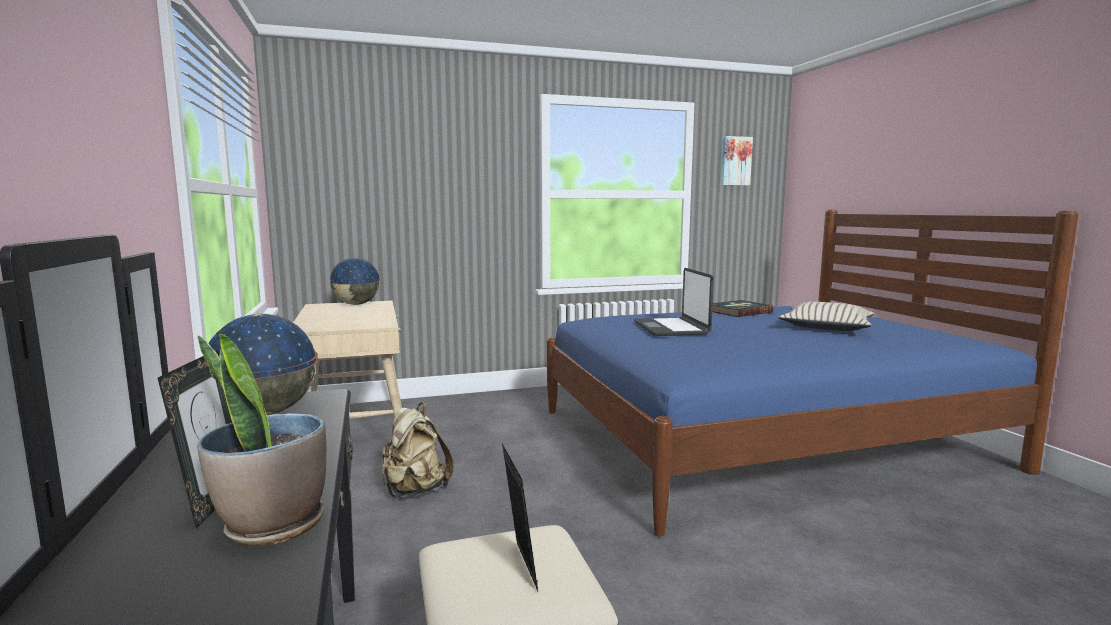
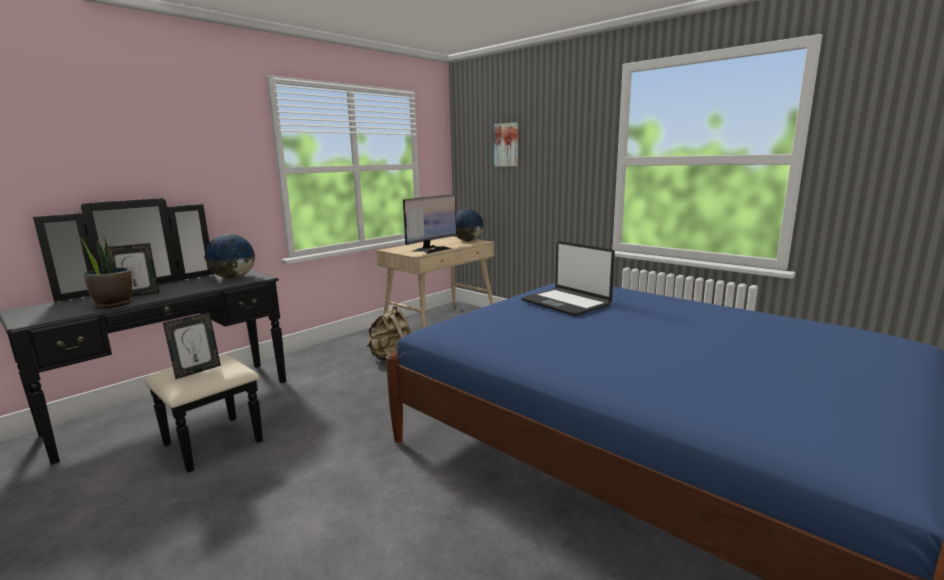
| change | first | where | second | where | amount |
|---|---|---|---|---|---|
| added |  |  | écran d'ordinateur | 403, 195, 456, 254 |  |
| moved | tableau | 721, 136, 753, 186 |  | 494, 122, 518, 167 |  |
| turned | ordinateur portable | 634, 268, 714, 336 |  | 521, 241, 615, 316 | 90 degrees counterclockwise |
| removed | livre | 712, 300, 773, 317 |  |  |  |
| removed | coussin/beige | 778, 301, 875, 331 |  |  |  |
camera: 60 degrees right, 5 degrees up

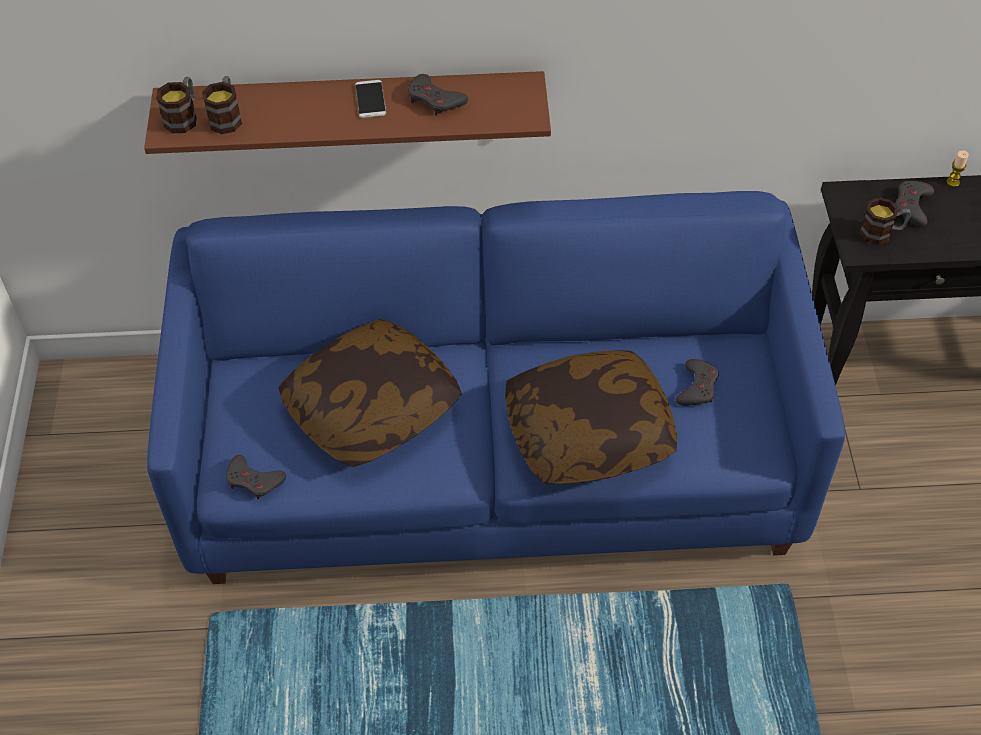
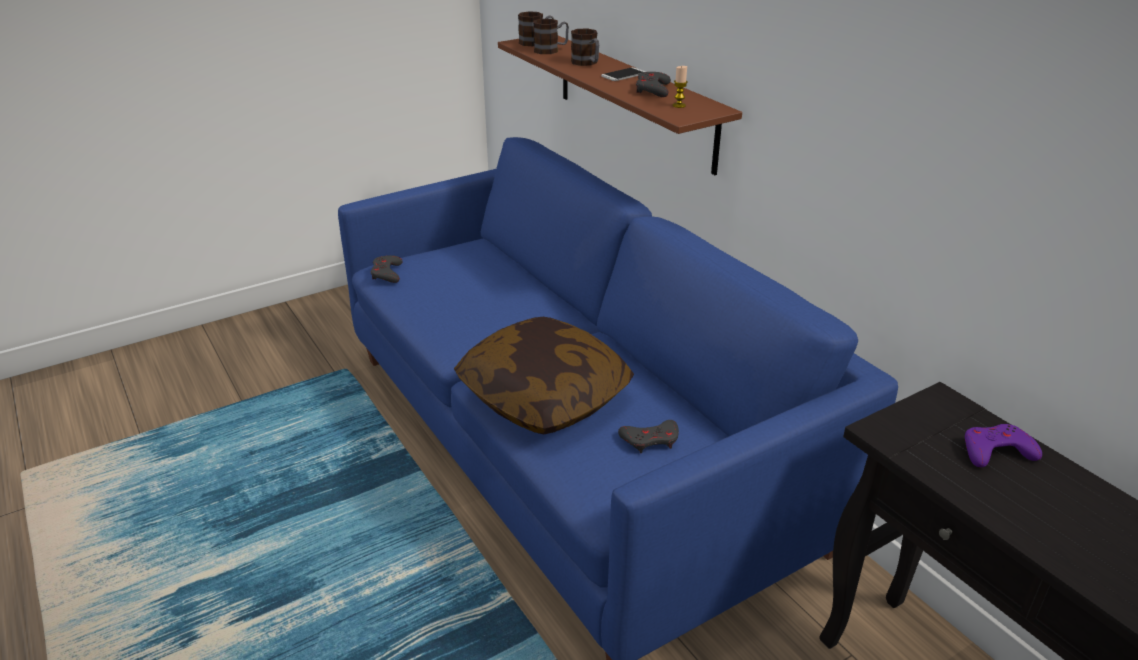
| change | first | where | second | where | amount |
|---|---|---|---|---|---|
| moved | mug | 859, 197, 911, 245 |  | 571, 28, 599, 66 |  |
| moved | bougie | 946, 150, 969, 187 |  | 673, 66, 688, 108 |  |
| recoloured | manette/gris | 895, 181, 934, 226 | manette/violet | 965, 424, 1042, 467 |  |
| removed | coussin | 278, 319, 462, 467 |  |  |  |
camera: 60 degrees right, 20 degrees down

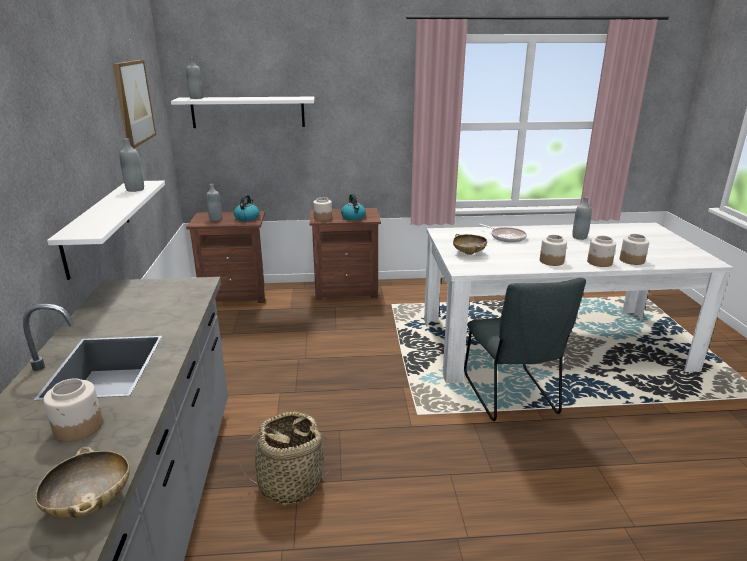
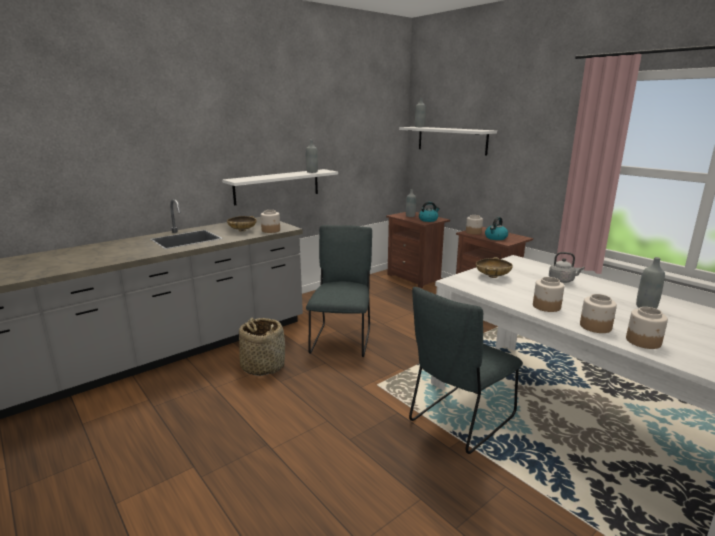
| change | first | where | second | where | amount |
|---|---|---|---|---|---|
| moved | bol/beige | 35, 447, 130, 518 |  | 227, 216, 256, 231 |  |
| moved | bocal | 43, 378, 103, 442 |  | 261, 210, 280, 233 |  |
| added |  |  | chaise/gris | 306, 225, 372, 357 |  |
| replaced | poêle | 479, 224, 527, 243 | bouilloire/gris | 549, 252, 585, 283 |  |
| removed | tableau | 113, 60, 156, 148 |  |  |  |
camera: 55 degrees right, 5 degrees down

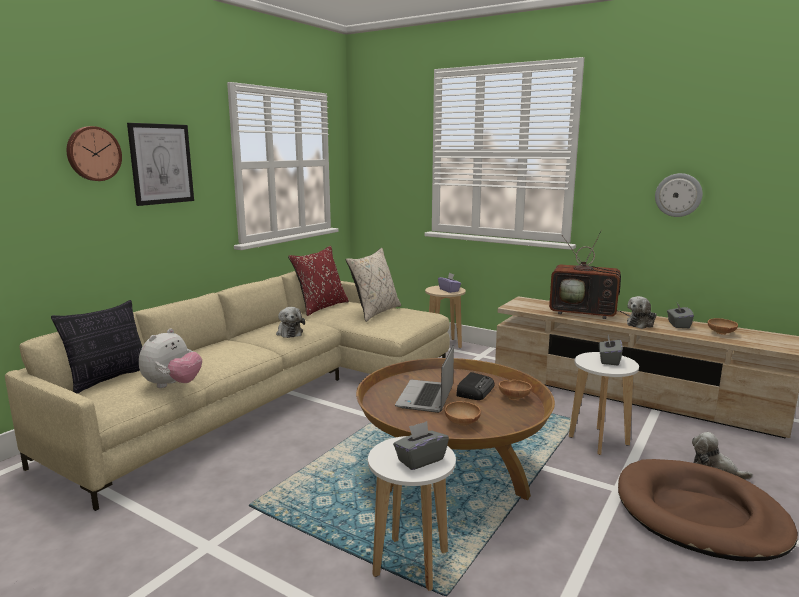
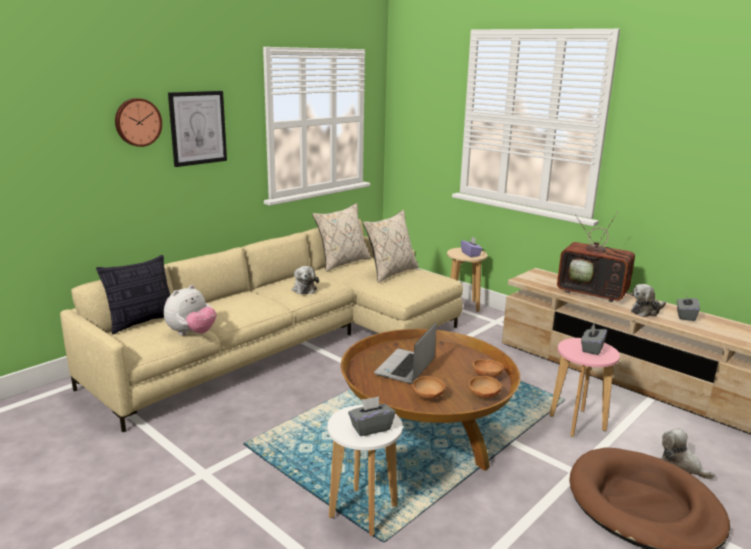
| change | first | where | second | where | amount |
|---|---|---|---|---|---|
| recoloured | coussin/rouge | 288, 246, 349, 316 | coussin/beige | 312, 203, 371, 272 |  |
| moved | bol/marron | 708, 318, 738, 335 |  | 469, 376, 501, 399 |  |
| recoloured | tabouret/blanc | 569, 352, 639, 455 | tabouret/rose | 549, 338, 620, 437 |  |
| removed | radio | 456, 372, 495, 400 |  |  |  |
| removed | horloge murale | 655, 173, 703, 217 |  |  |  |
camera: 10 degrees right, 5 degrees up

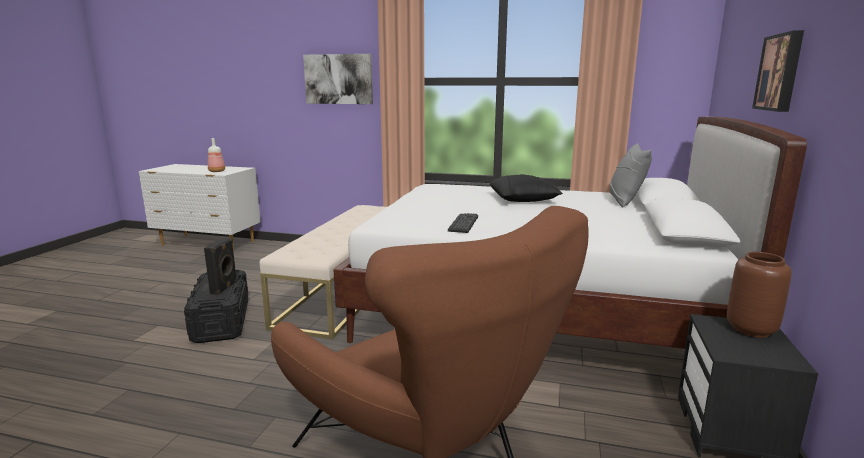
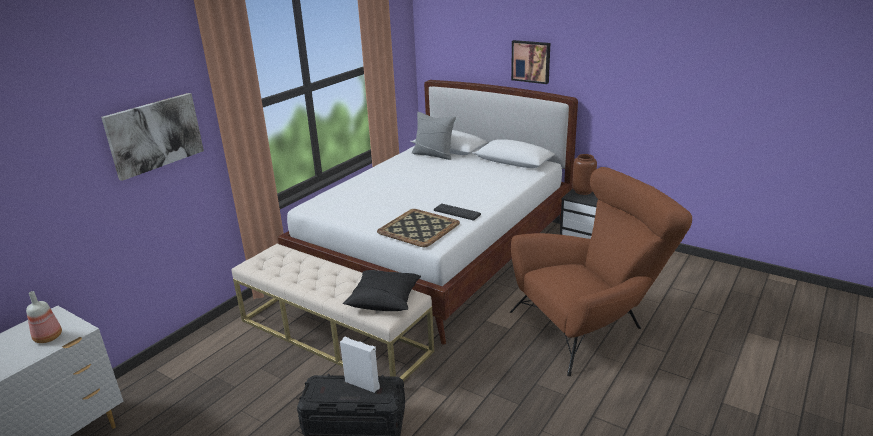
| change | first | where | second | where | amount |
|---|---|---|---|---|---|
| recoloured | enceinte/noir | 204, 237, 237, 295 | enceinte/blanc | 340, 337, 380, 393 |  |
| moved | coussin/noir | 489, 174, 563, 202 |  | 343, 270, 421, 311 |  |
| added |  |  | plateau | 377, 209, 460, 247 |  |
camera: 70 degrees left, 10 degrees up

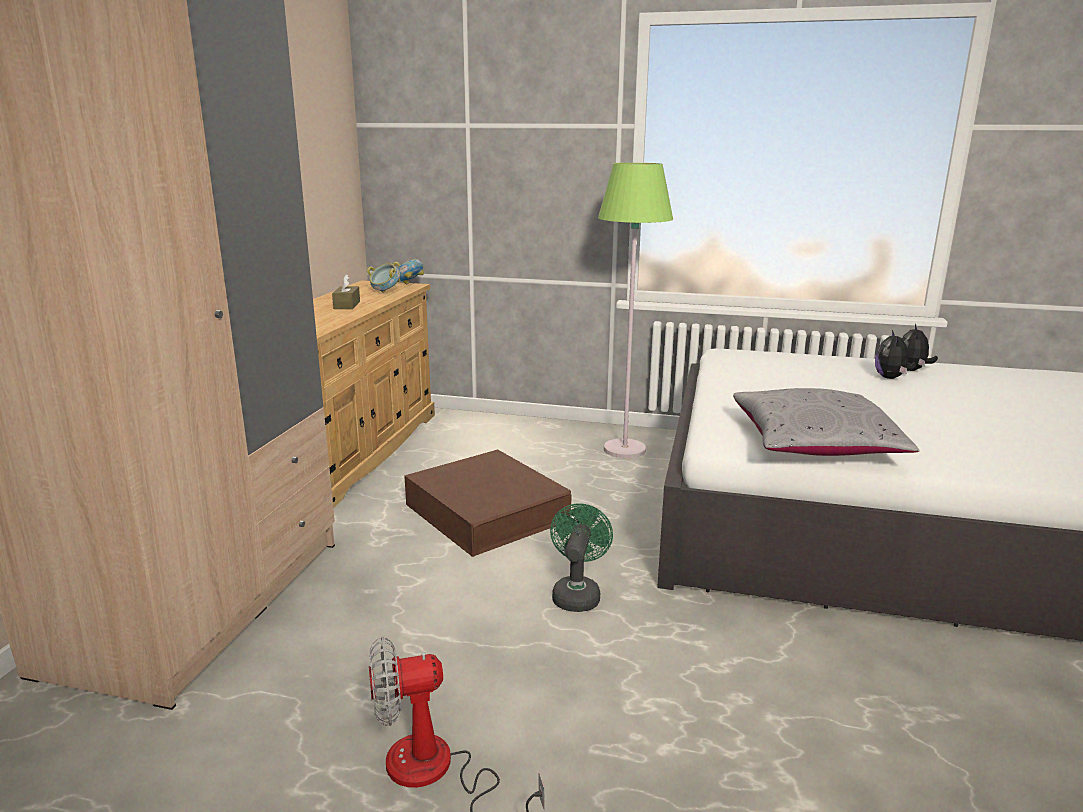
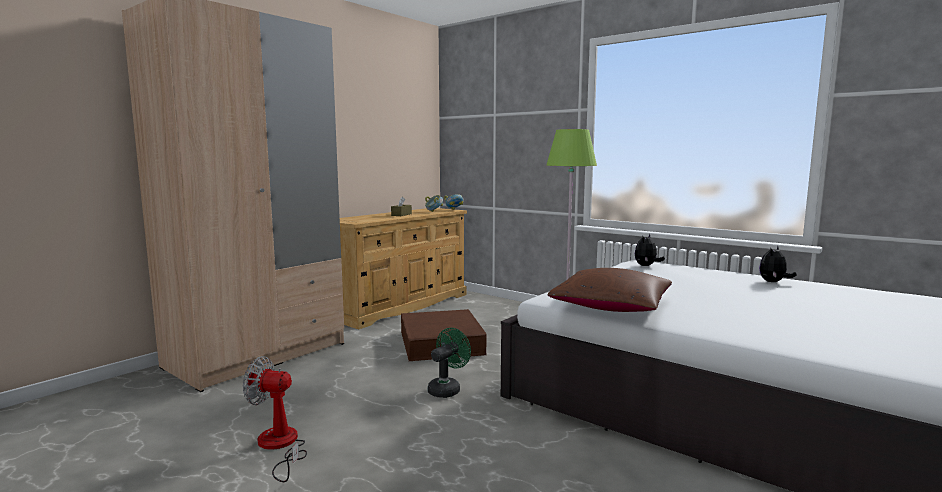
| change | first | where | second | where | amount |
|---|---|---|---|---|---|
| recoloured | coussin/gris | 733, 388, 920, 456 | coussin/marron | 547, 268, 672, 312 |  |
| moved | peluche | 875, 330, 916, 379 |  | 635, 234, 665, 266 |  |
camera: 25 degrees right, 10 degrees down

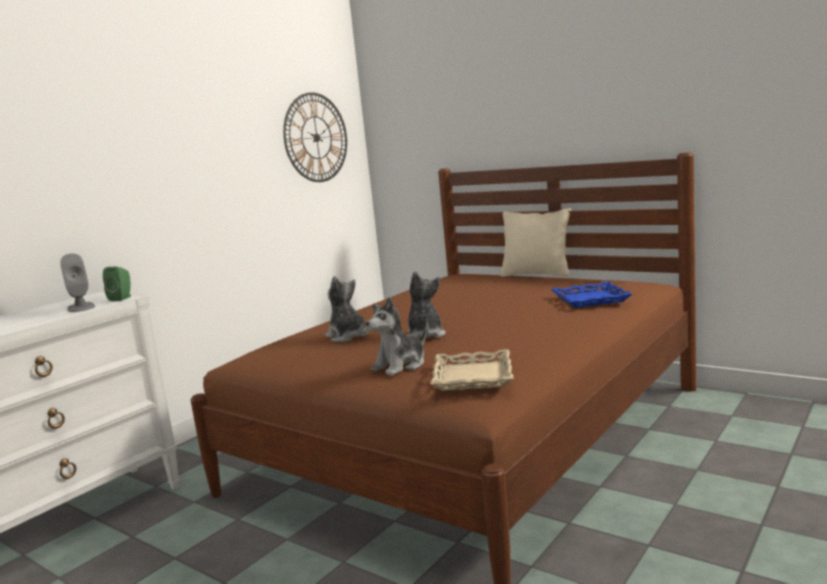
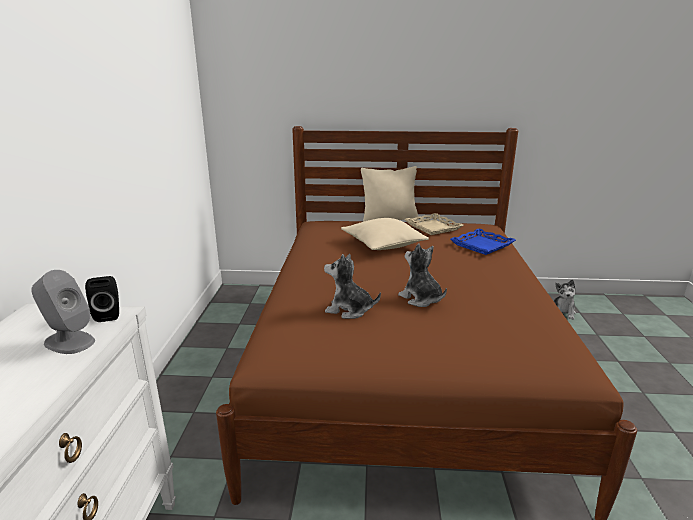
| change | first | where | second | where | amount |
|---|---|---|---|---|---|
| recoloured | enceinte/vert | 103, 267, 131, 301 | enceinte/noir | 85, 276, 119, 322 |  |
| added |  |  | coussin/beige | 341, 218, 429, 250 |  |
| moved | plateau/beige | 430, 349, 514, 391 |  | 404, 213, 464, 235 |  |
| moved | peluche | 366, 297, 426, 376 |  | 554, 279, 576, 320 |  |
| removed | horloge murale | 283, 92, 347, 182 |  |  |  |
camera: 35 degrees left, 10 degrees up

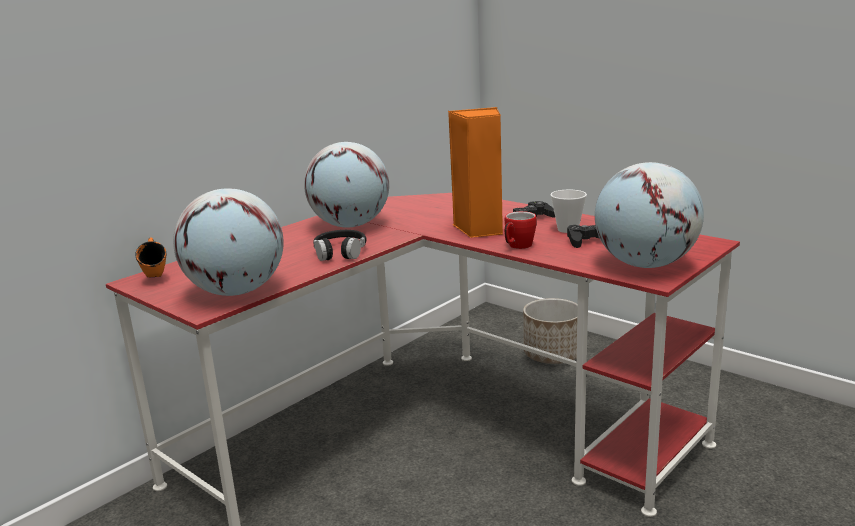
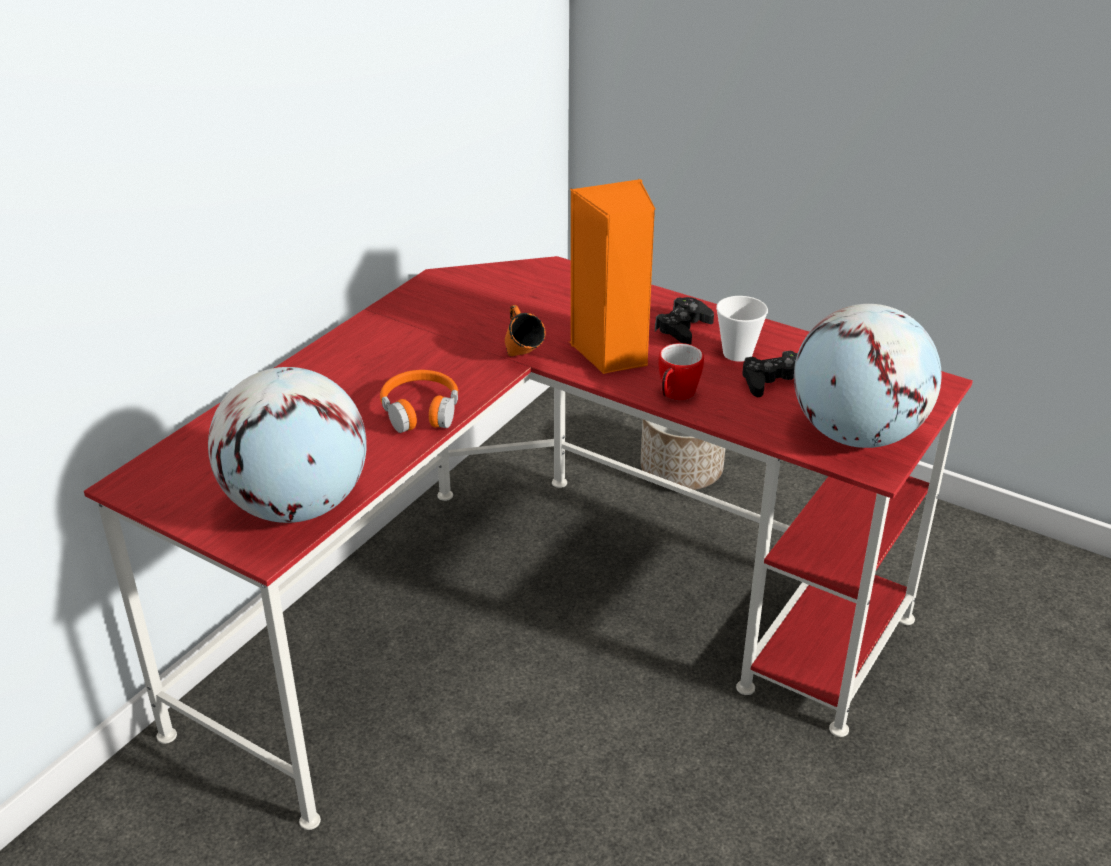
| change | first | where | second | where | amount |
|---|---|---|---|---|---|
| recoloured | casque audio/noir | 313, 230, 367, 261 | casque audio/orange | 380, 370, 458, 433 |  |
| moved | mug/orange | 135, 238, 166, 277 |  | 505, 305, 546, 356 |  |
| removed | globe | 304, 142, 389, 227 |  |  |  |
camera: 10 degrees left, 15 degrees up

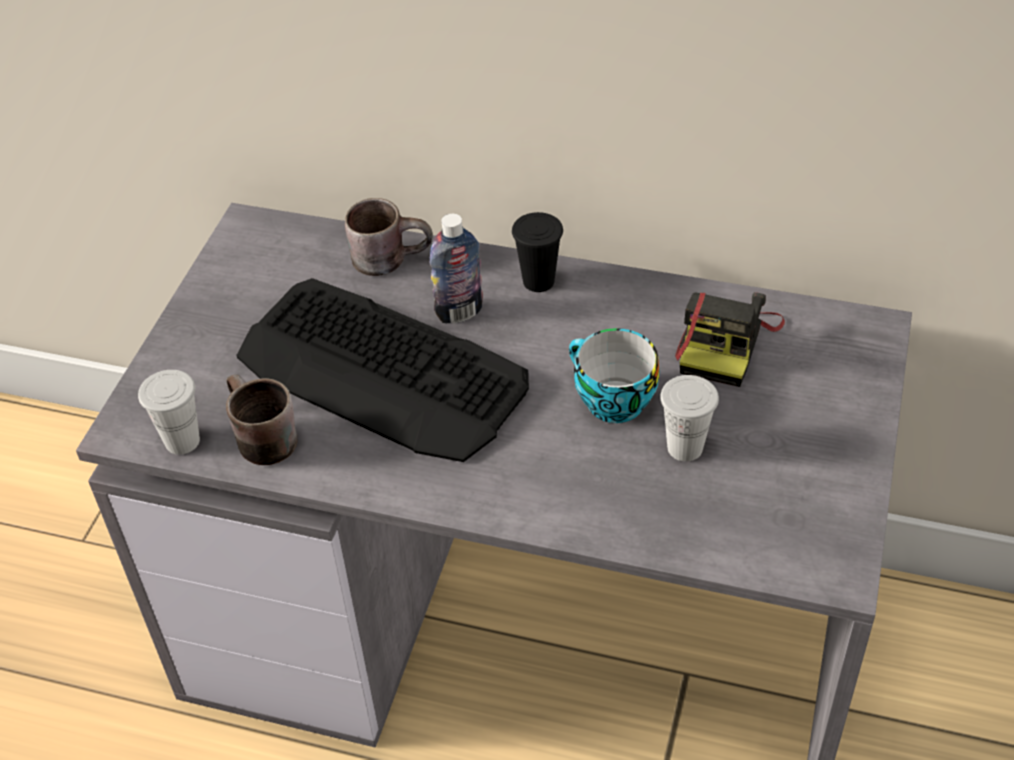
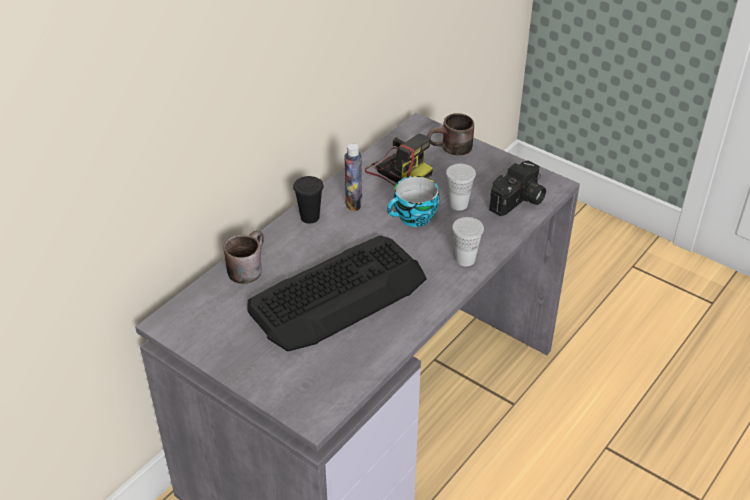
| change | first | where | second | where | amount |
|---|---|---|---|---|---|
| moved | bouteille | 430, 214, 483, 323 |  | 345, 143, 362, 211 |  |
| moved | mug/marron | 226, 374, 298, 465 |  | 427, 113, 474, 155 |  |
| moved | tasse/blanc | 138, 370, 200, 455 |  | 452, 217, 484, 266 |  |
| added |  |  | appareil photo | 489, 161, 546, 216 |  |
camera: 70 degrees left, 5 degrees down

